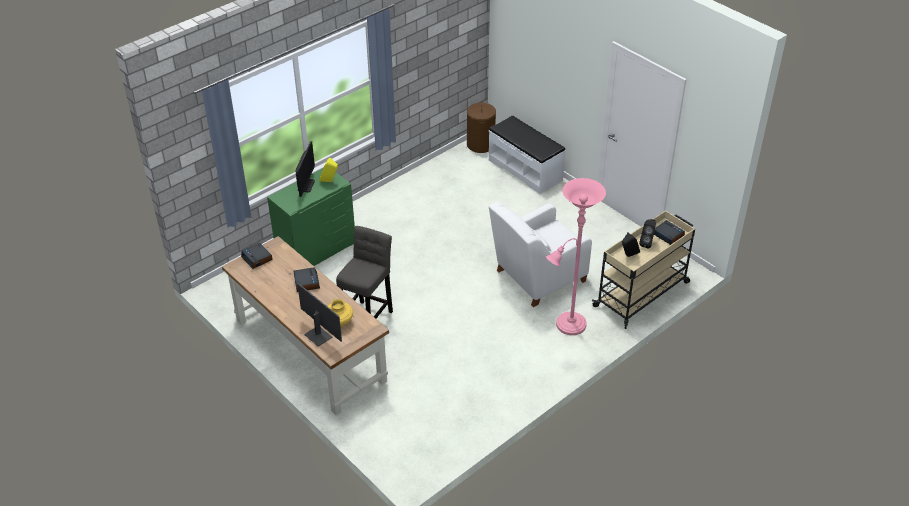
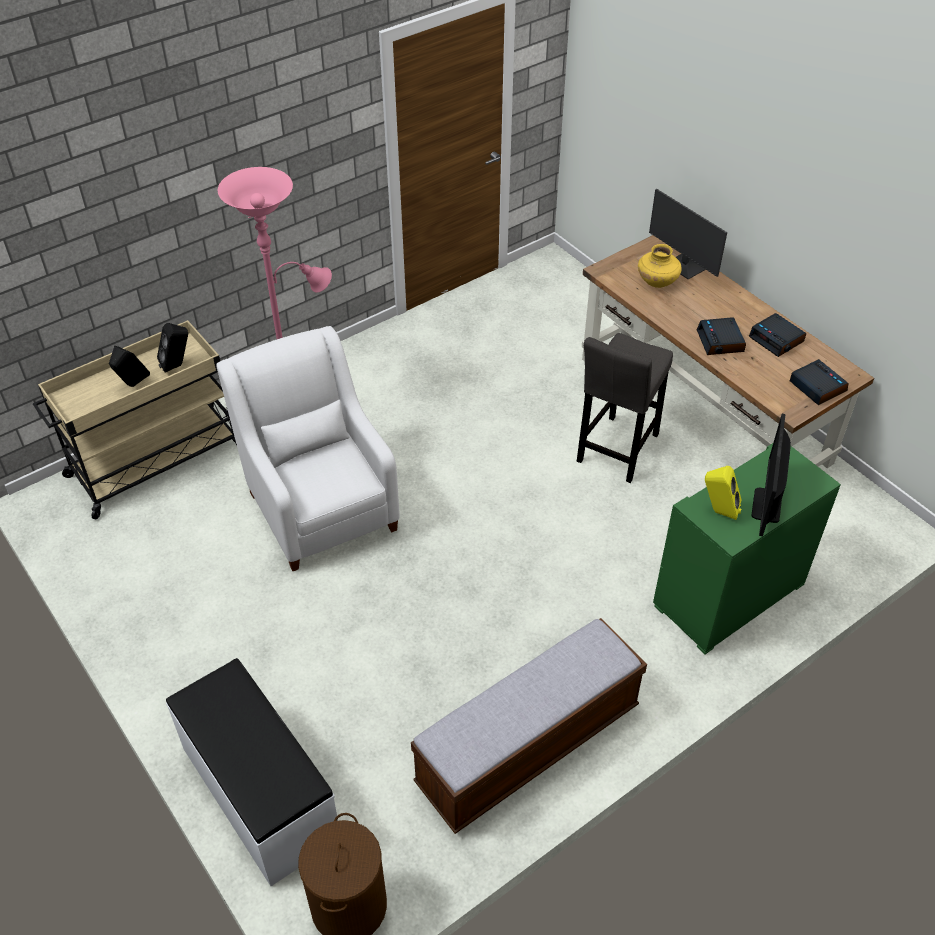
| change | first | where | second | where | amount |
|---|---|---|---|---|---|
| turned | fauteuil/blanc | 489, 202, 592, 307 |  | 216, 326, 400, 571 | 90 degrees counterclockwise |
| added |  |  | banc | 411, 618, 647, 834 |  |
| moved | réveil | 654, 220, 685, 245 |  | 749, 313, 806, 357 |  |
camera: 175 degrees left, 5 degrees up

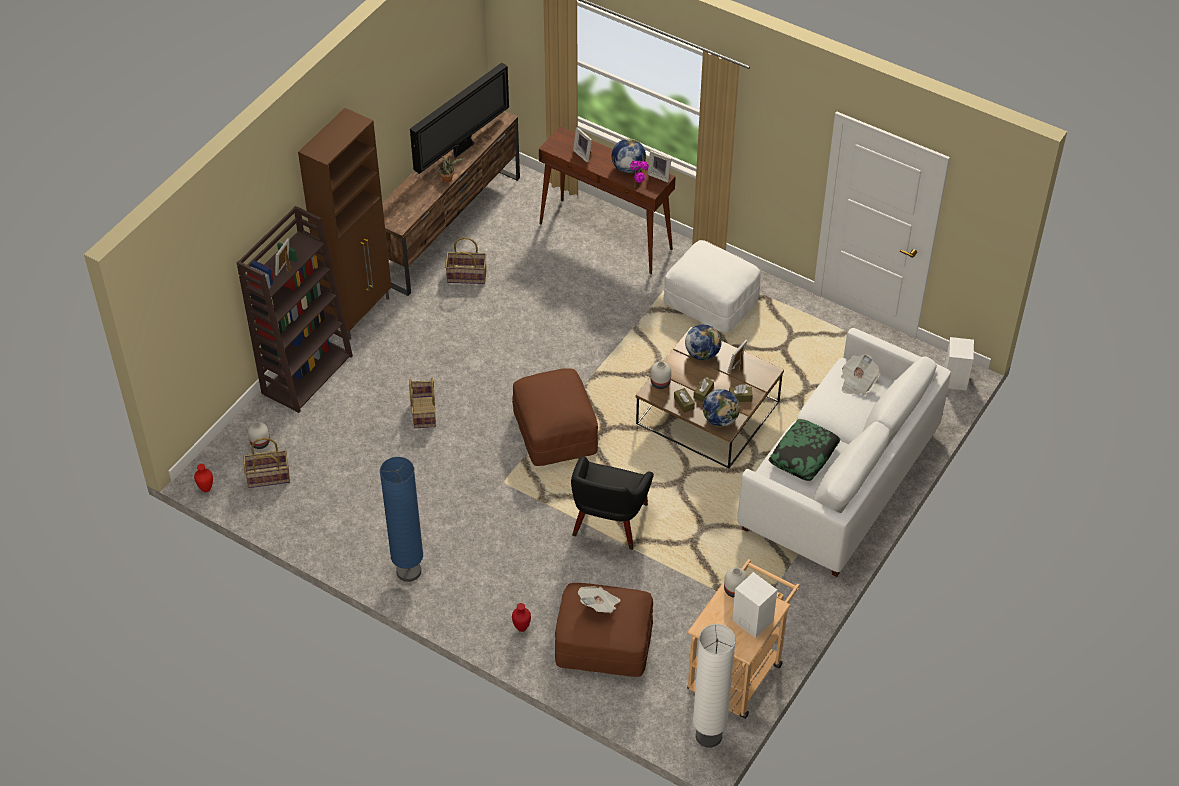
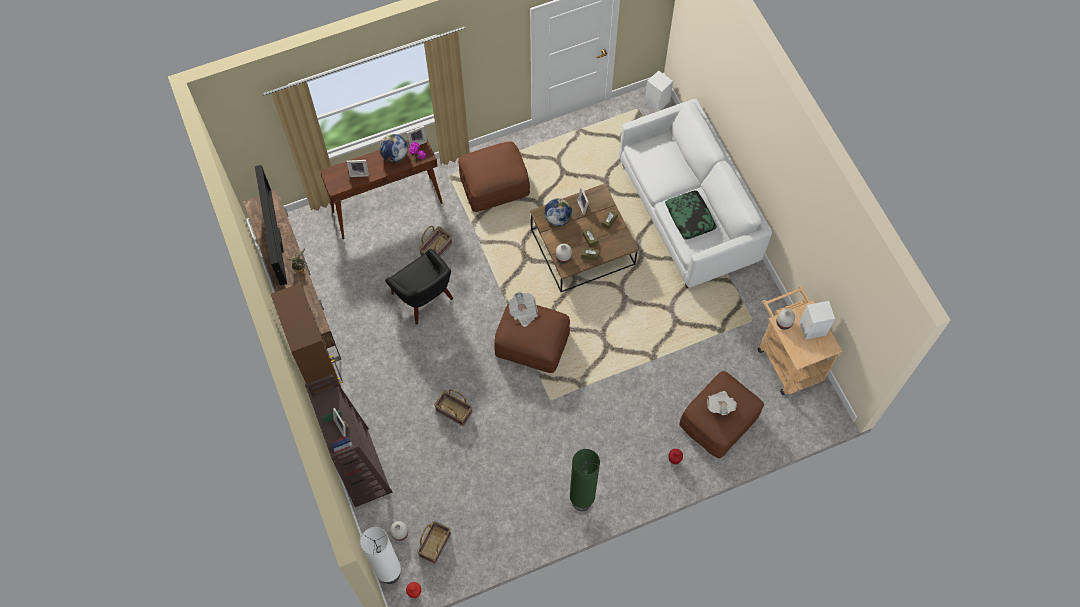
| change | first | where | second | where | amount |
|---|---|---|---|---|---|
| moved | lampadaire/blanc | 693, 624, 736, 748 |  | 360, 527, 401, 584 |  |
| moved | fauteuil/noir | 571, 456, 654, 550 |  | 385, 249, 453, 325 |  |
| moved | panier | 445, 237, 487, 284 |  | 419, 226, 452, 257 |  |
| recoloured | pouf/blanc | 663, 240, 761, 333 | pouf/marron | 458, 141, 530, 212 |  |
| moved | journal | 841, 354, 879, 395 |  | 509, 291, 538, 327 |  |
| recoloured | lampadaire/bleu | 380, 457, 423, 582 | lampadaire/vert | 570, 449, 600, 511 |  |
| removed | globe | 703, 389, 740, 427 |  |  |  |
camera: 55 degrees left, 15 degrees up

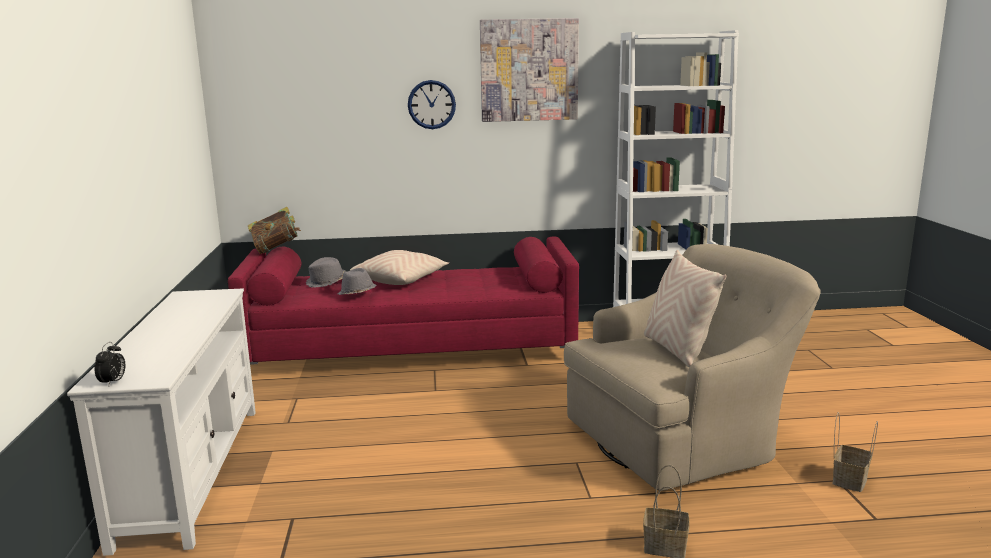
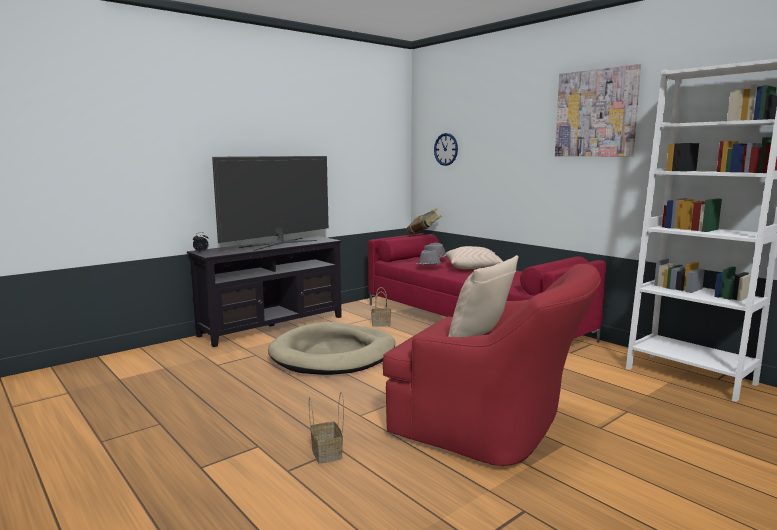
| change | first | where | second | where | amount |
|---|---|---|---|---|---|
| recoloured | meuble télé/blanc | 67, 288, 256, 556 | meuble télé/noir | 187, 236, 342, 347 |  |
| added |  |  | téléviseur | 212, 156, 329, 251 |  |
| added |  |  | panier pour chien/beige | 268, 322, 395, 375 |  |
| moved | panier | 833, 412, 878, 492 |  | 371, 287, 391, 326 |  |
| recoloured | fauteuil/beige | 564, 244, 821, 491 | fauteuil/rouge | 383, 264, 601, 466 |  |
| moved | horloge murale | 408, 80, 456, 129 |  | 434, 133, 458, 166 |  |
camera: 55 degrees right, 5 degrees down

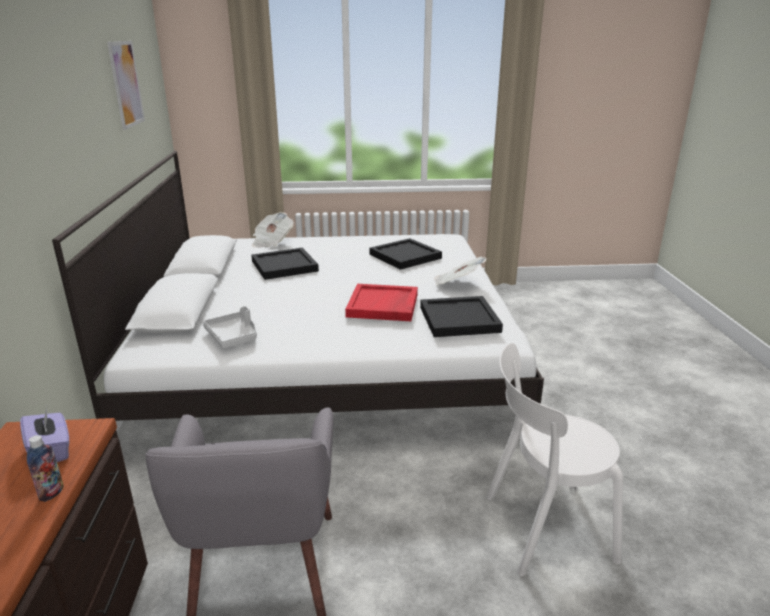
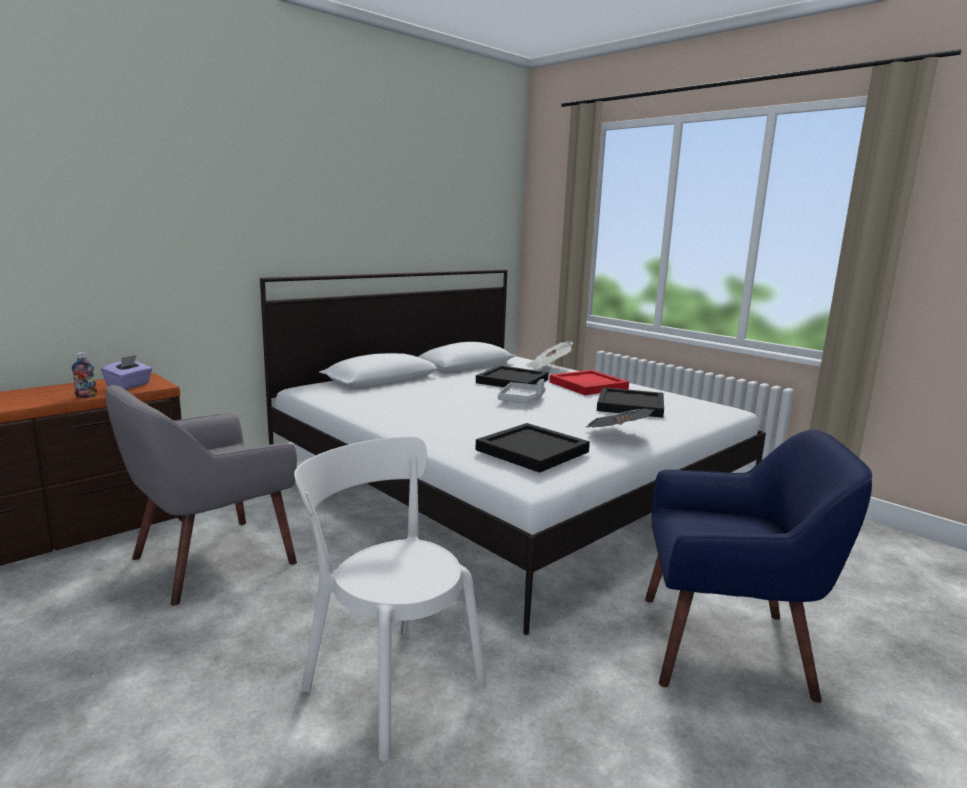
| change | first | where | second | where | amount |
|---|---|---|---|---|---|
| moved | plateau/gris | 203, 306, 257, 349 |  | 498, 379, 545, 403 |  |
| moved | plateau/rouge | 345, 284, 418, 321 |  | 549, 370, 629, 395 |  |
| added |  |  | fauteuil/bleu | 645, 430, 872, 703 |  |
| removed | tableau | 107, 41, 145, 130 |  |  |  |
camera: 50 degrees right, 10 degrees down

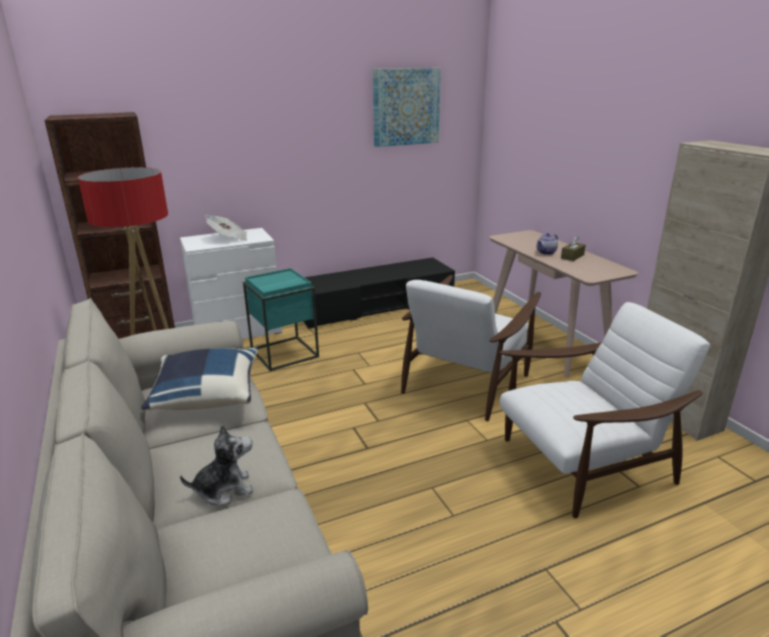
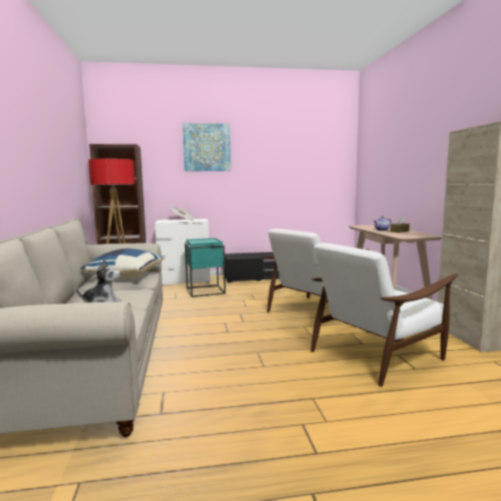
| change | first | where | second | where | amount |
|---|---|---|---|---|---|
| moved | tableau | 373, 68, 441, 147 |  | 183, 123, 231, 171 |  |
| turned | fauteuil/blanc | 499, 302, 710, 518 |  | 311, 243, 458, 387 | 150 degrees clockwise |
camera: 15 degrees right, 15 degrees down

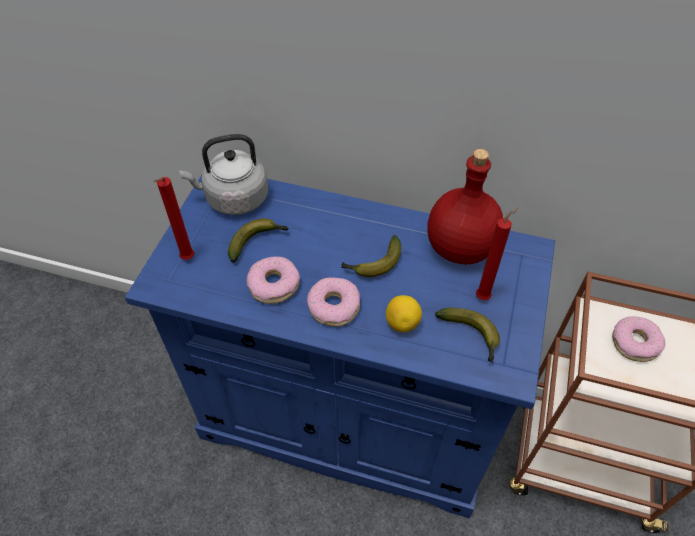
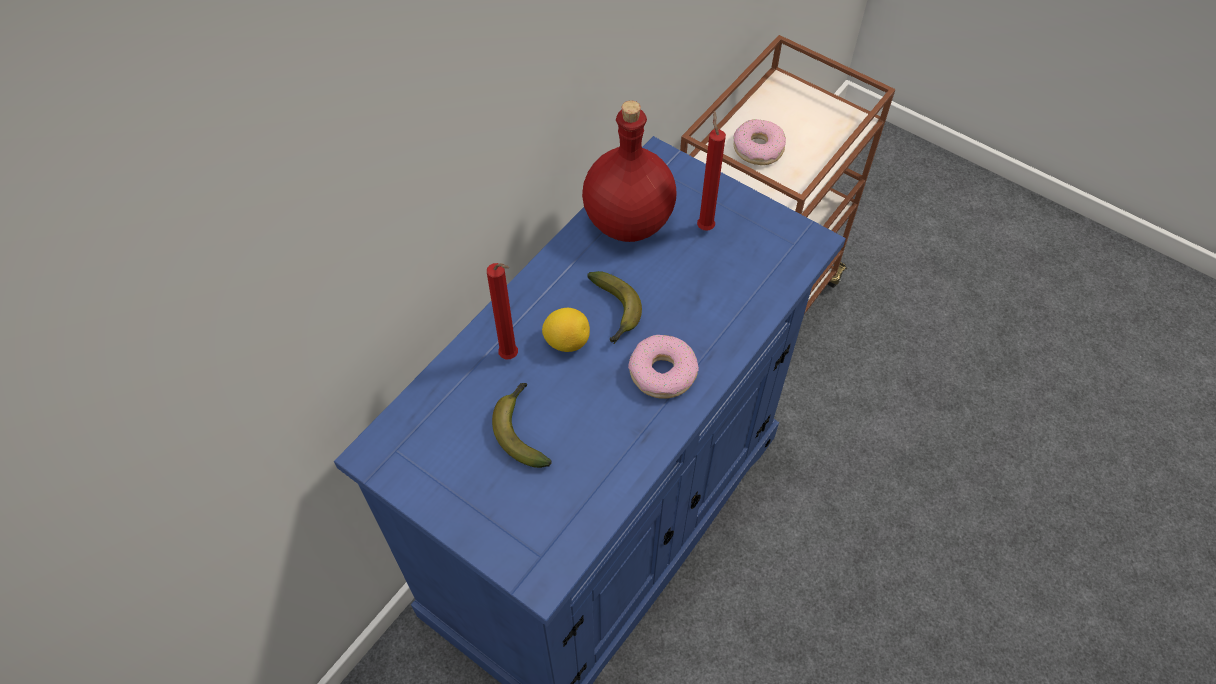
| change | first | where | second | where | amount |
|---|---|---|---|---|---|
| moved | bougie/rouge | 154, 177, 194, 260 |  | 487, 263, 518, 359 |  |
| moved | citron | 386, 295, 422, 332 |  | 542, 308, 590, 352 |  |
| removed | bouilloire/gris | 179, 134, 268, 215 |  |  |  |
| removed | beignet | 247, 256, 300, 304 |  |  |  |
| removed | banane | 435, 308, 500, 363 |  |  |  |
camera: 70 degrees left, 5 degrees up

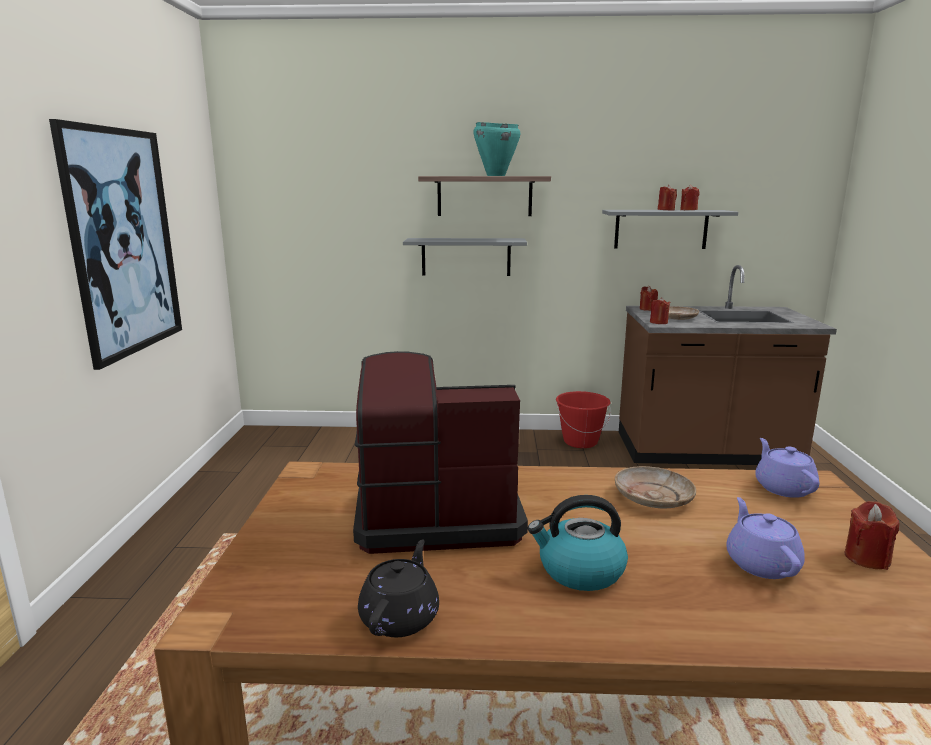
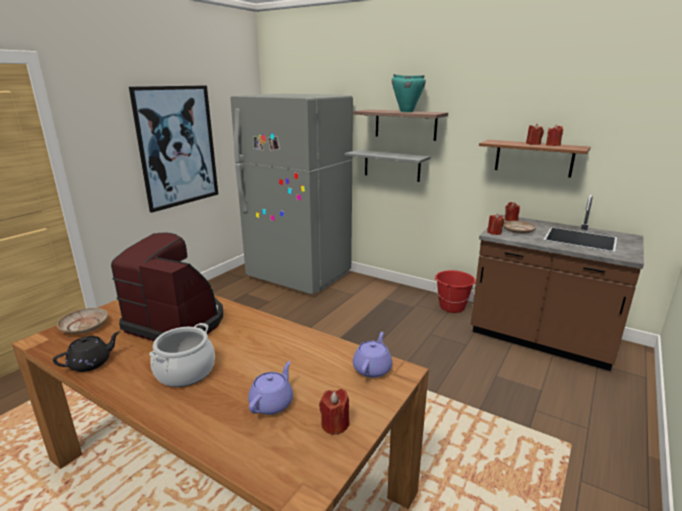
| change | first | where | second | where | amount |
|---|---|---|---|---|---|
| moved | assiette/beige | 615, 466, 696, 508 |  | 57, 308, 108, 334 |  |
| replaced | bouilloire | 528, 495, 628, 591 | marmite | 149, 323, 215, 387 |  |
| added |  |  | réfrigérateur/gris | 230, 94, 353, 295 |  |
| recoloured | étagère/gris | 602, 210, 738, 249 | étagère/marron | 479, 140, 591, 178 |  |
camera: 30 degrees right, 5 degrees up

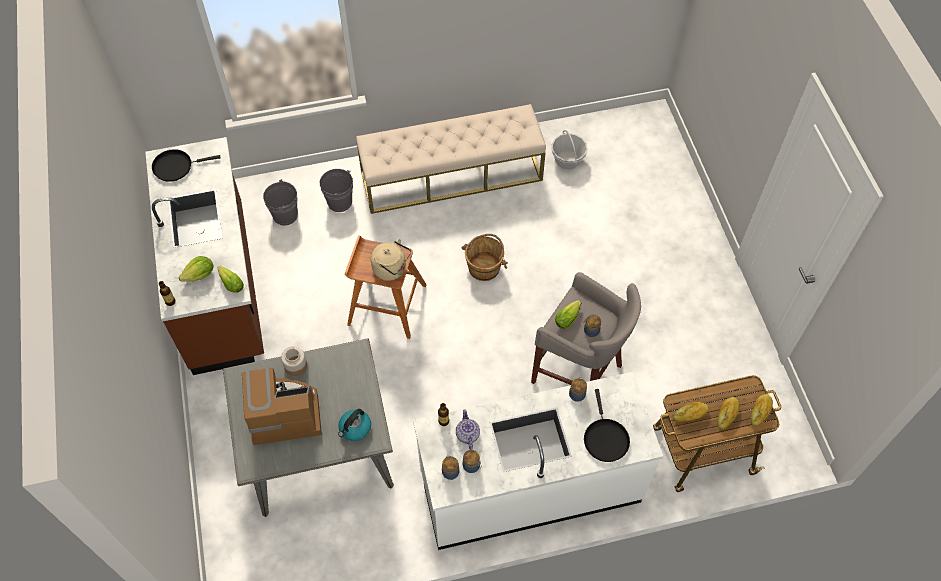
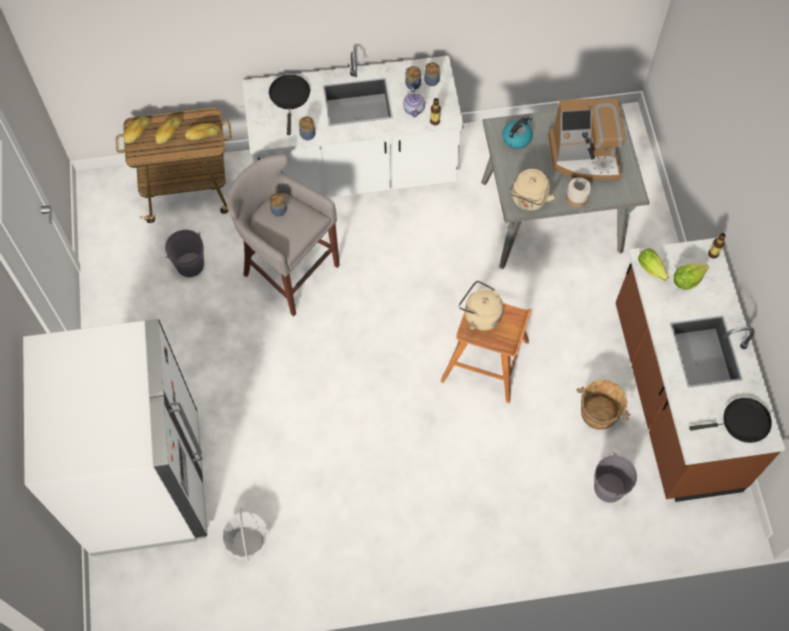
| change | first | where | second | where | amount |
|---|---|---|---|---|---|
| added |  |  | réfrigérateur/blanc | 23, 319, 207, 556 |  |
| moved | seau/gris | 320, 169, 353, 212 |  | 165, 230, 204, 277 |  |
| added |  |  | bouilloire/beige | 509, 169, 557, 211 |  |
| moved | seau/marron | 461, 234, 508, 281 |  | 577, 380, 631, 430 |  |
| removed | banc/beige | 356, 104, 546, 214 |  |  |  |
| removed | laitue | 555, 300, 581, 329 |  |  |  |
camera: 175 degrees left, 5 degrees up

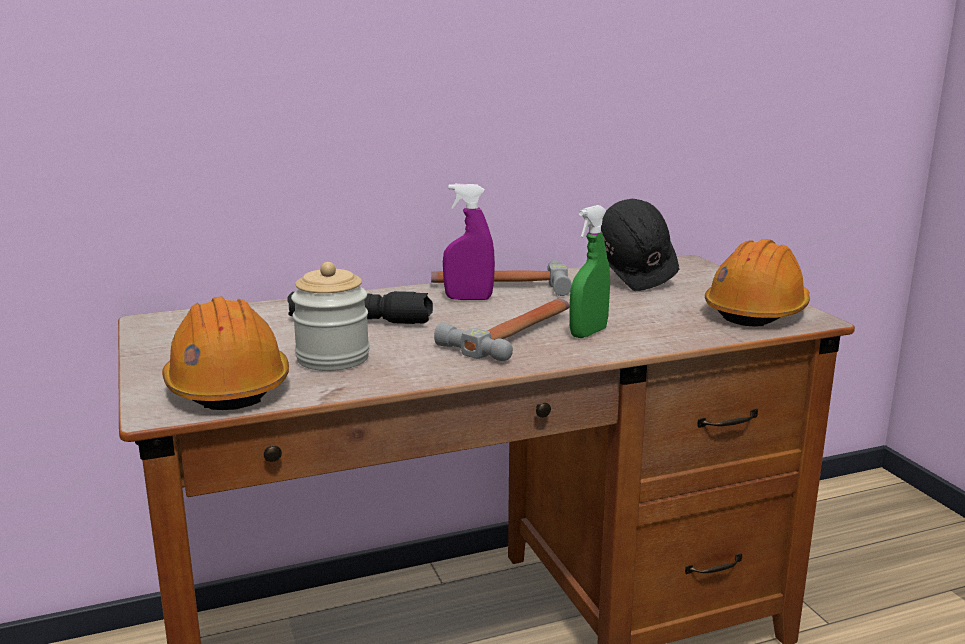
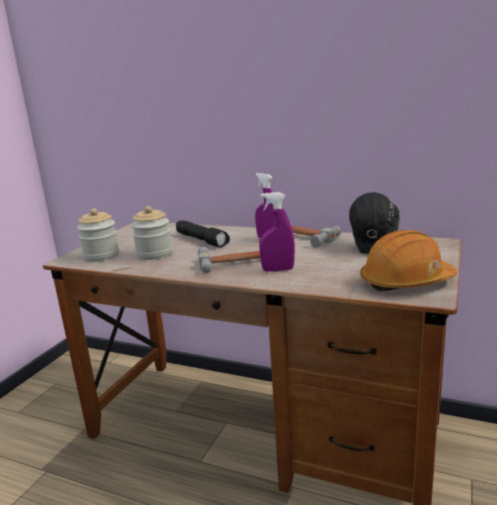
| change | first | where | second | where | amount |
|---|---|---|---|---|---|
| replaced | casque de chantier/orange | 162, 297, 289, 410 | bocal | 77, 208, 119, 262 |  |
| recoloured | vaporisateur/vert | 569, 205, 610, 338 | vaporisateur/violet | 259, 192, 295, 272 |  |
camera: 45 degrees right, 0 degrees up

